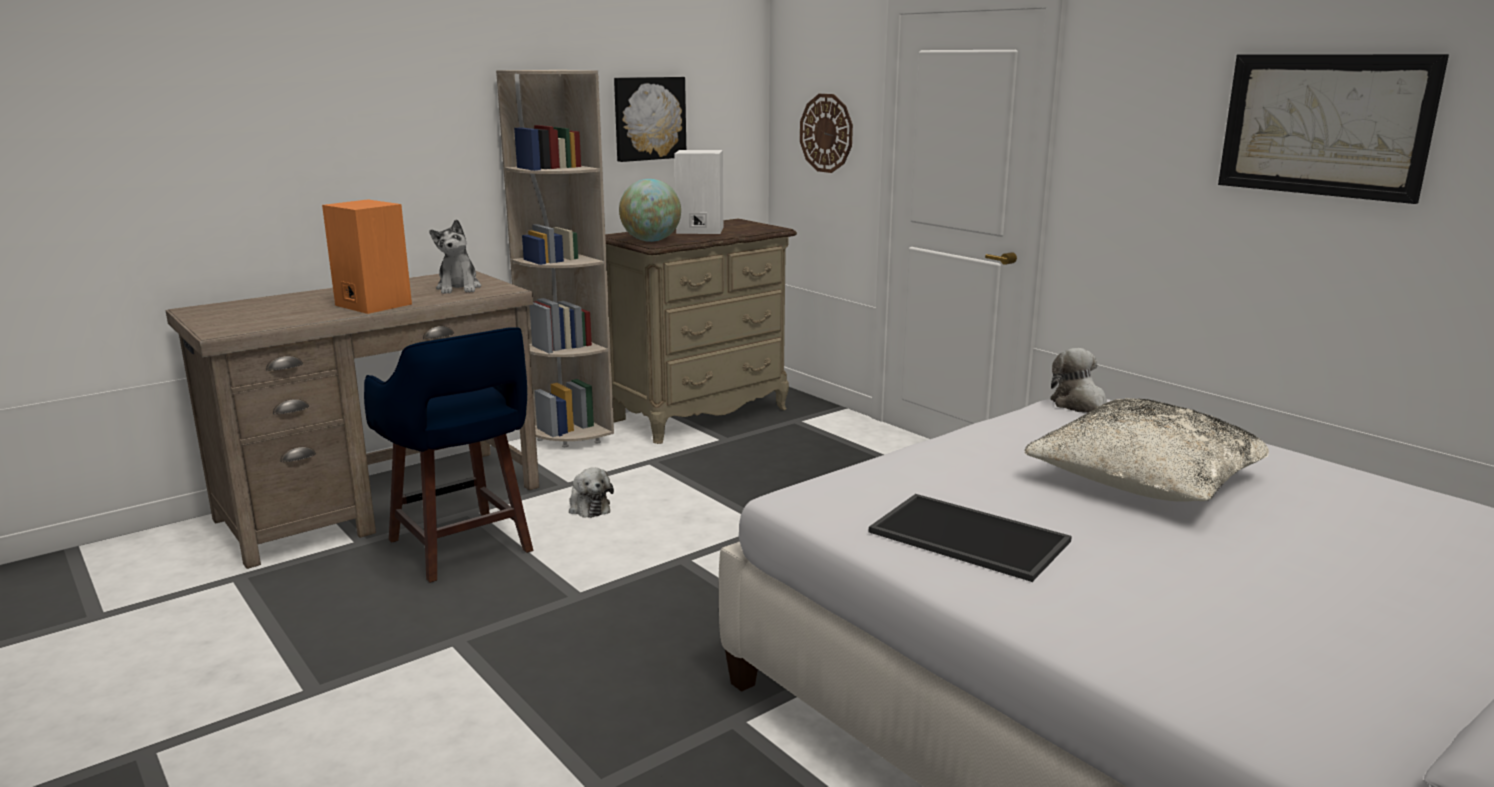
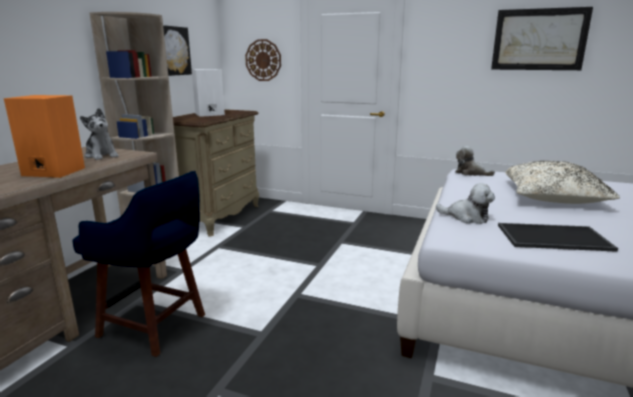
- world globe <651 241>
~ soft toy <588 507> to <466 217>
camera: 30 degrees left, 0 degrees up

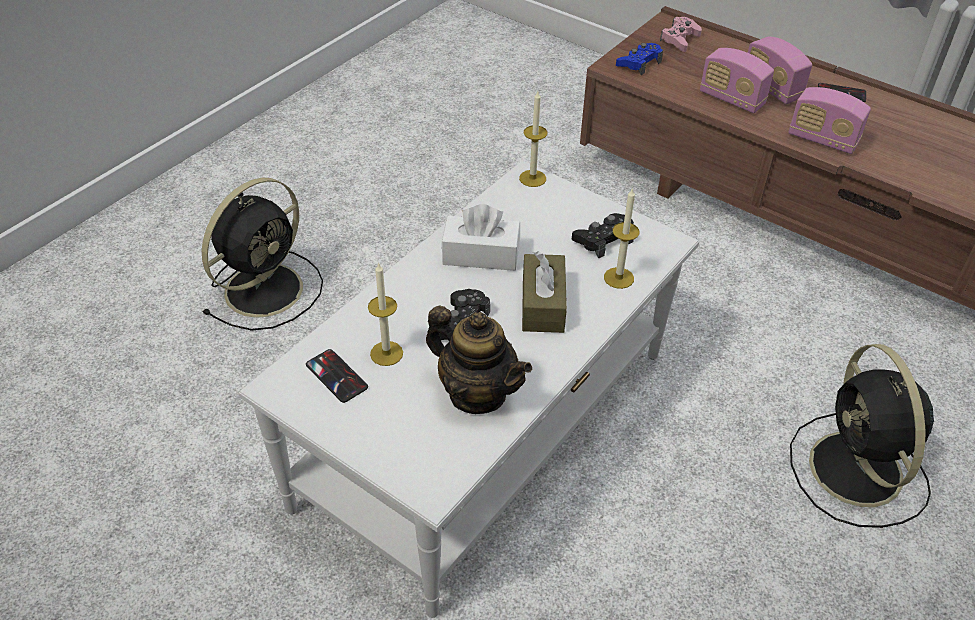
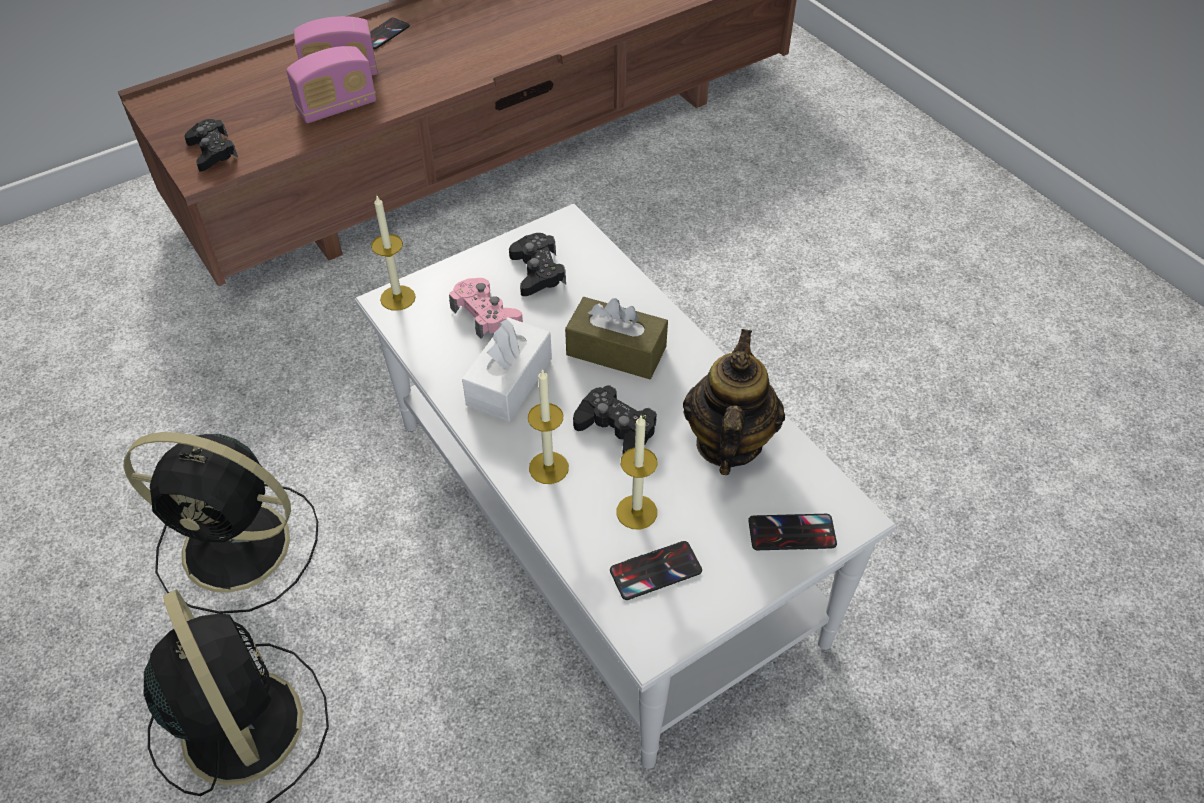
~ pink-coloured gamepad <679 39> to <485 314>
~ blue-coloured gamepad <639 63> to black gamepad <212 151>
- radio receiver <822 140>
~ candle <618 278> to <548 468>
~ pot for tea <477 393> = <727 443> 45 degrees counterclockwise
~ black fan <857 472> to <241 547>
+ handset <792 533>
camera: 70 degrees left, 5 degrees up

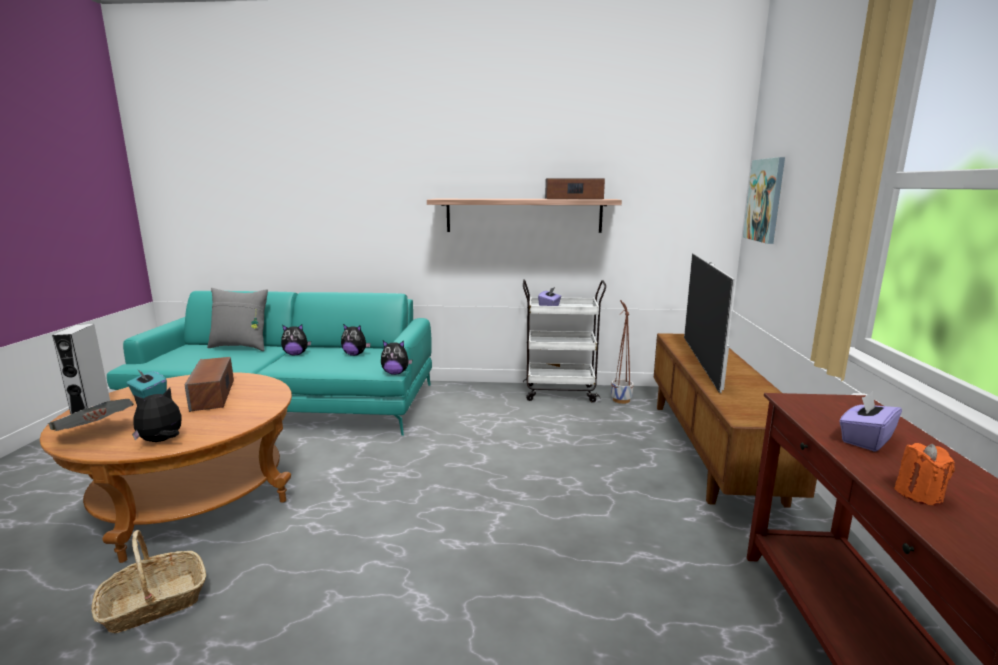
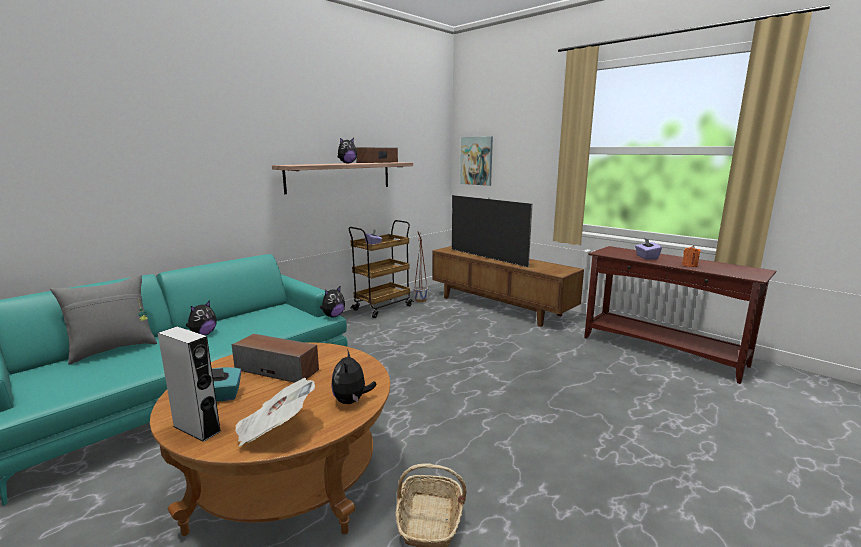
~ white-coloured wheeled cart <560 393> to brown wheeled cart <383 308>
~ soft toy <355 354> to <347 163>
camera: 50 degrees left, 0 degrees up

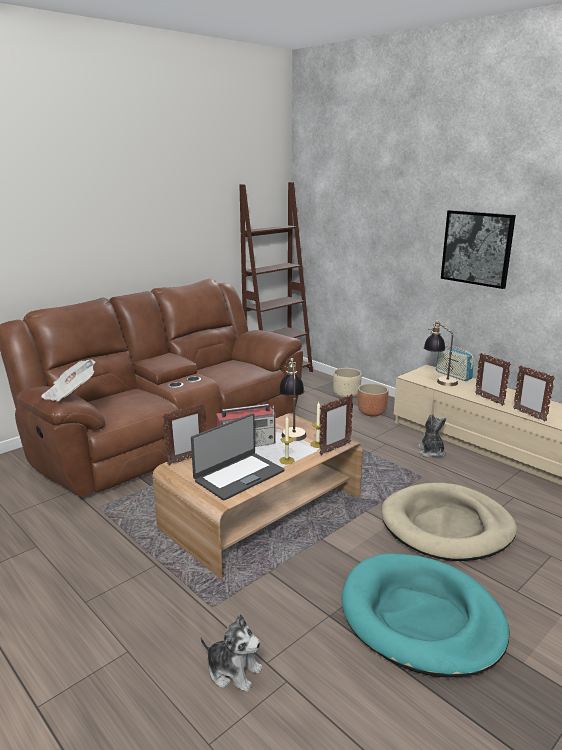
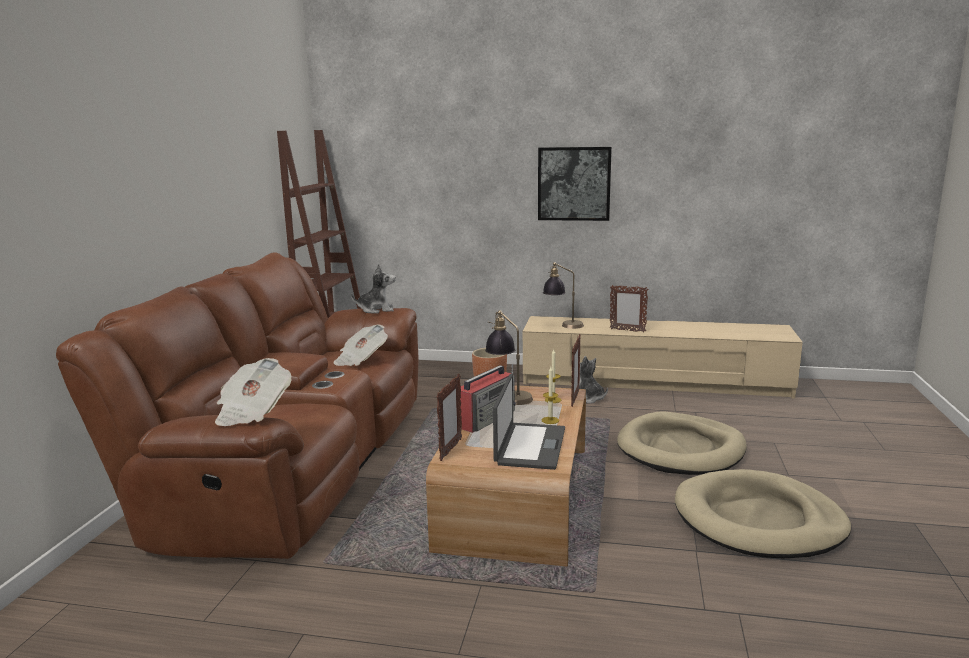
- radio receiver <453 375>
- standing frame <529 415>
- beige-coloured planter <346 395>
~ blue-green dog bed <421 618> to beige-coloured dog bed <758 520>
~ soft toy <233 671> to <376 310>
+ newspaper <361 360>
camera: 35 degrees left, 5 degrees down

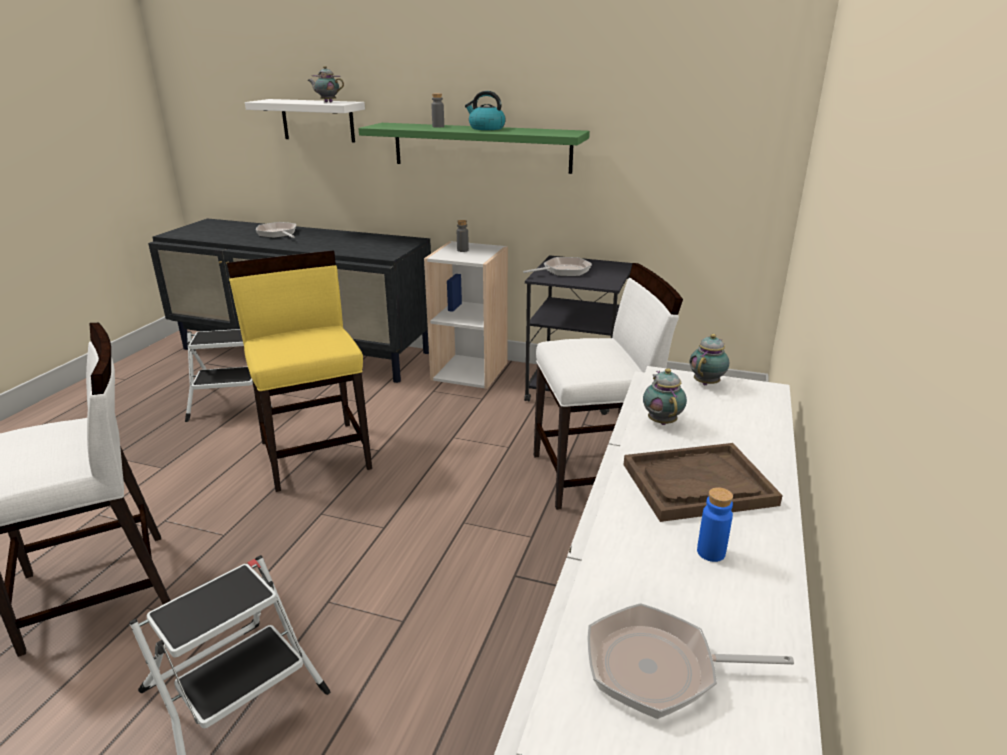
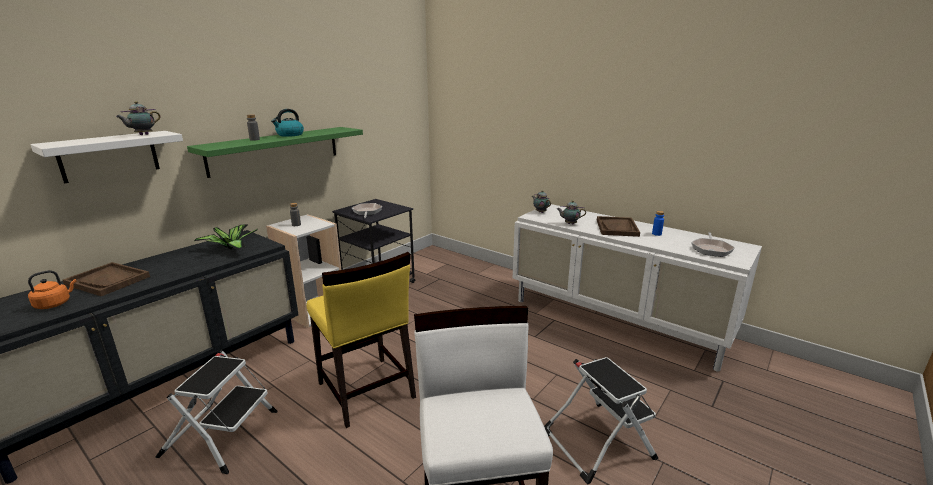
~ pan <278 234> to brown carrying tray <108 280>
~ yellow-coloured upright chair <316 454> = <366 391> 120 degrees counterclockwise
- white-coloured upright chair <595 475>
+ houseplant <230 248>
+ orangey kettle <55 304>
camera: 70 degrees left, 5 degrees down

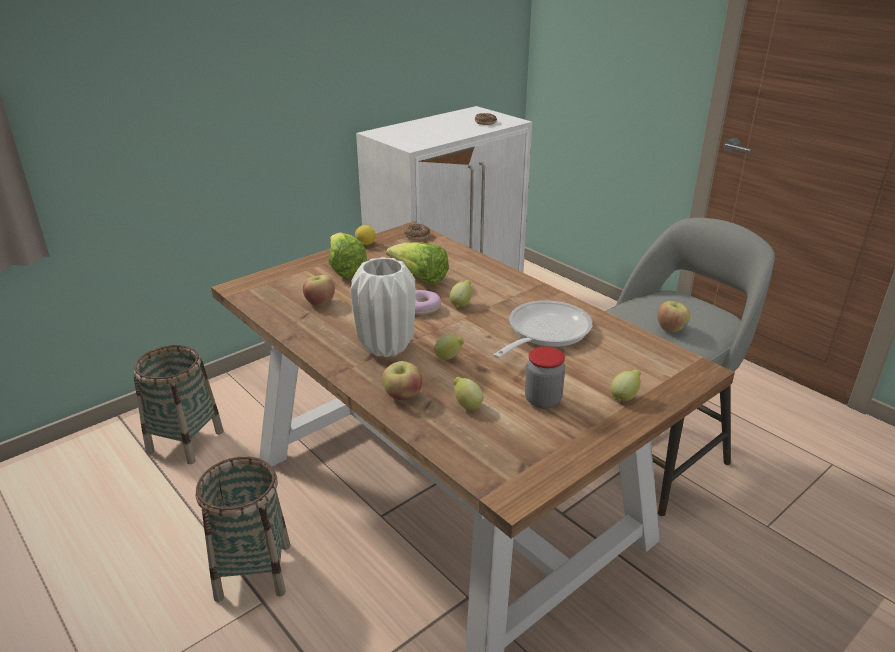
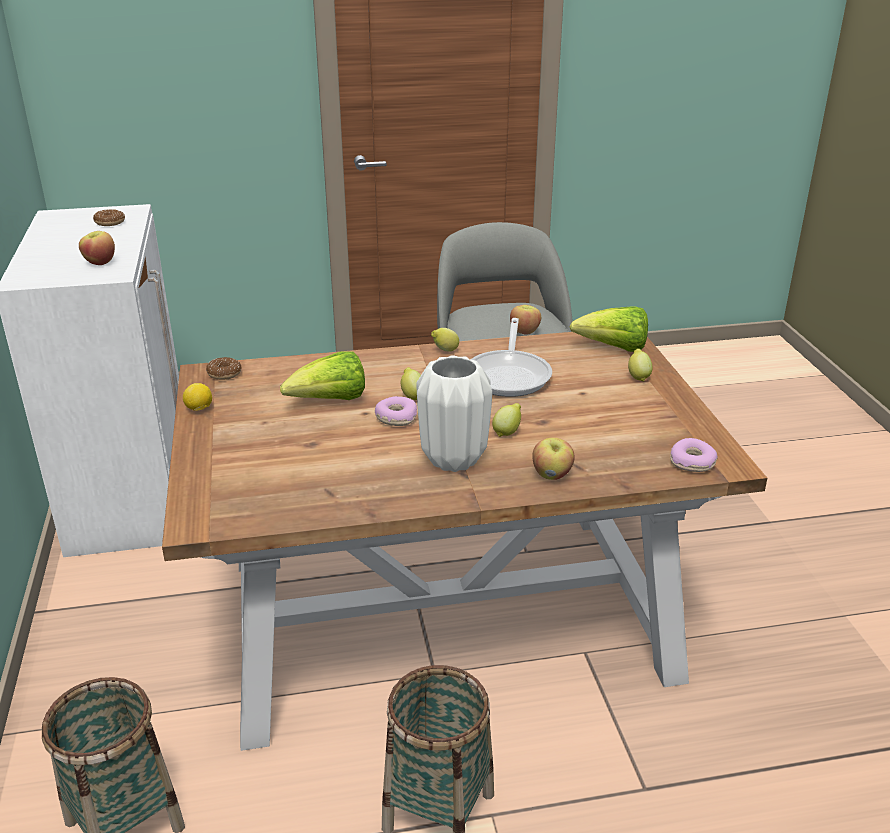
~ head of lettuce <346 270> to <613 348>
~ apple fruit <320 302> to <99 262>
~ pan <544 333> = <509 375> 150 degrees counterclockwise
- jar <543 400>
~ whole lemon <467 405> to <445 351>
+ ring doughnut <692 462>
camera: 60 degrees left, 0 degrees up

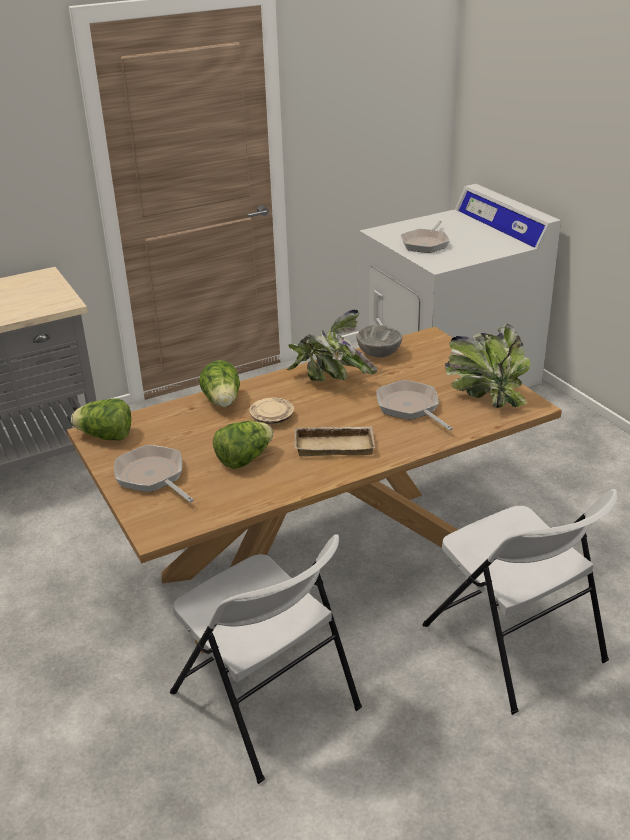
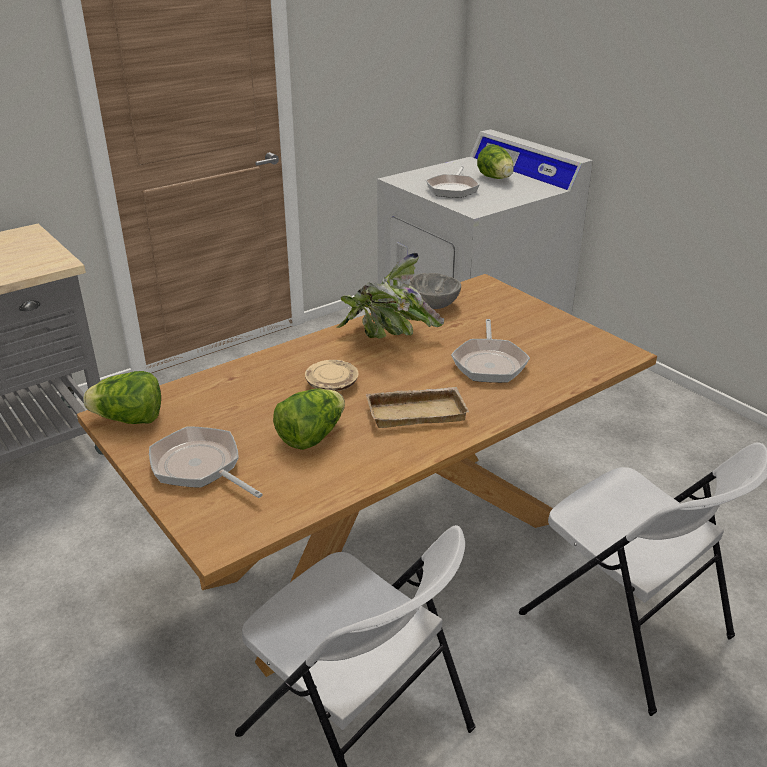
- houseplant <485 396>
~ head of lettuce <223 402> to <496 178>
~ pan <410 408> = <489 363> 135 degrees counterclockwise
camera: 10 degrees left, 0 degrees up

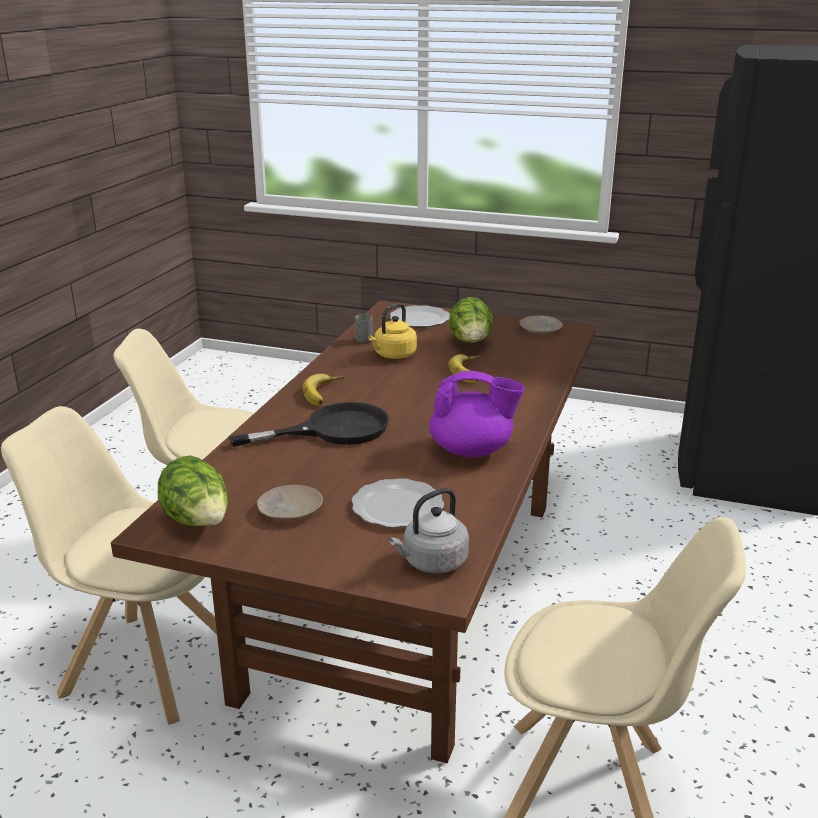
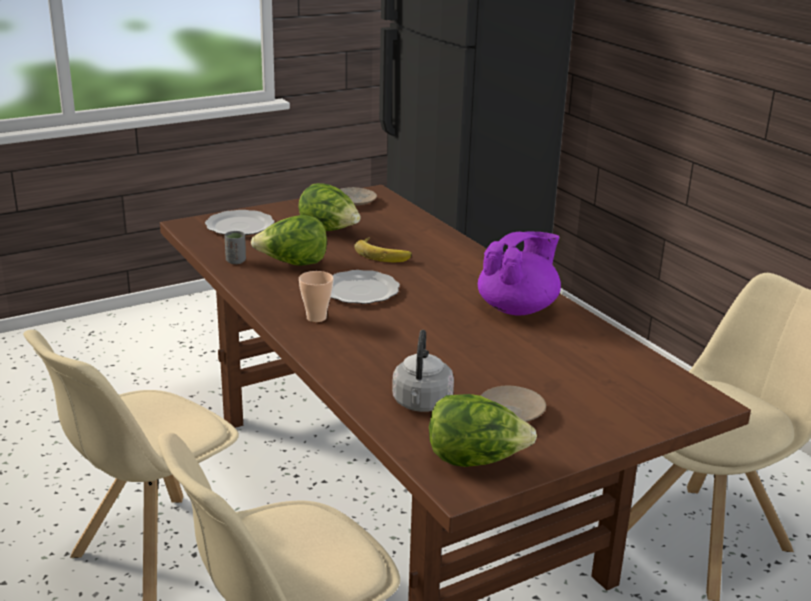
~ yellow-coloured kettle <393 355> to head of lettuce <293 264>
~ whole banana <325 394> to drinking cup <316 318>
- black pan <332 430>
~ dinner plate <398 507> to <361 290>
~ greyish kettle <432 563> to <421 404>
camera: 50 degrees left, 0 degrees up

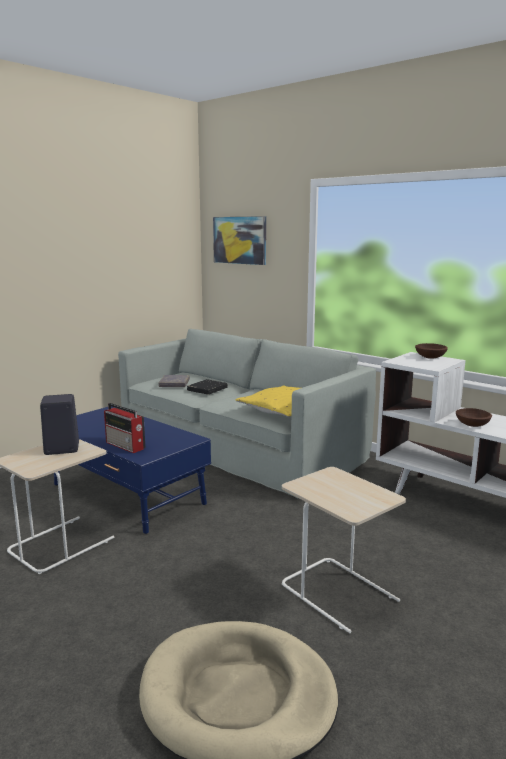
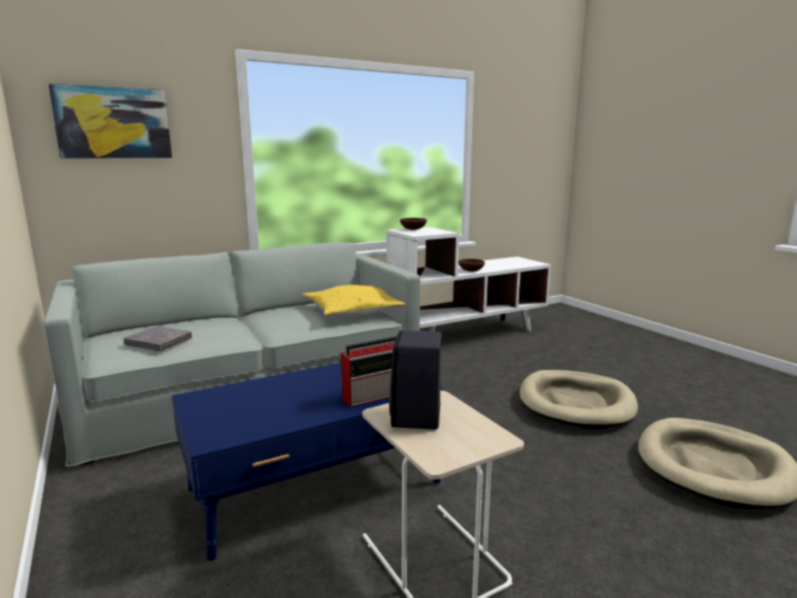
- black book <207 389>
~ beige-coloured side table <339 593> to beige-coloured dog bed <576 403>
camera: 70 degrees left, 0 degrees up

